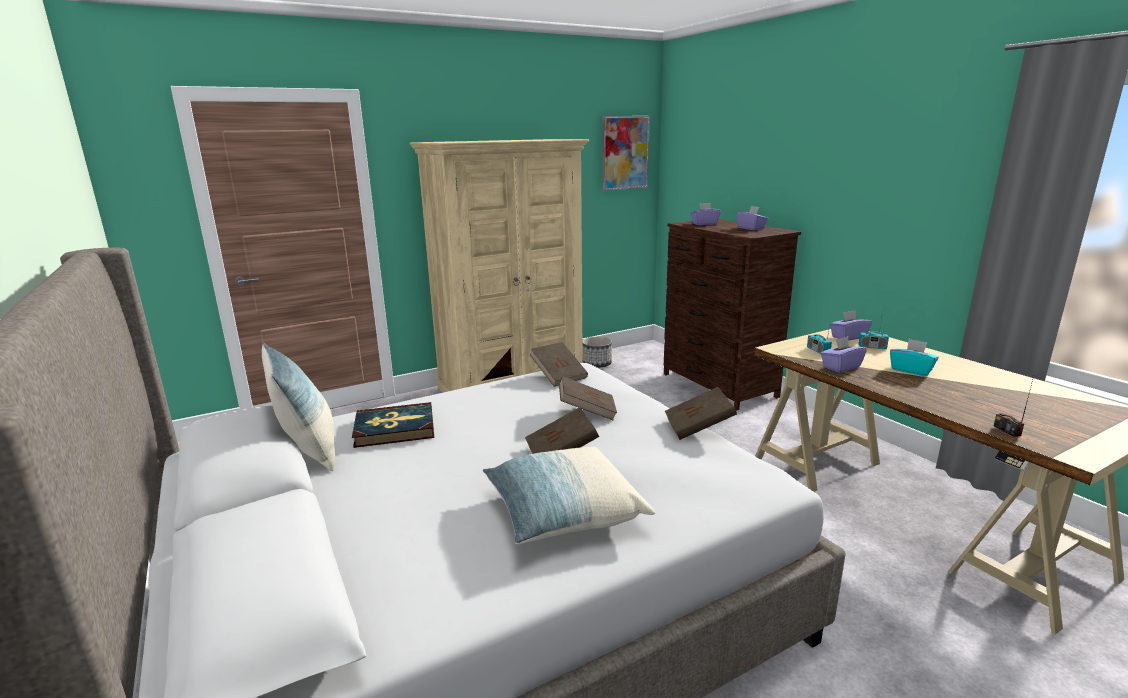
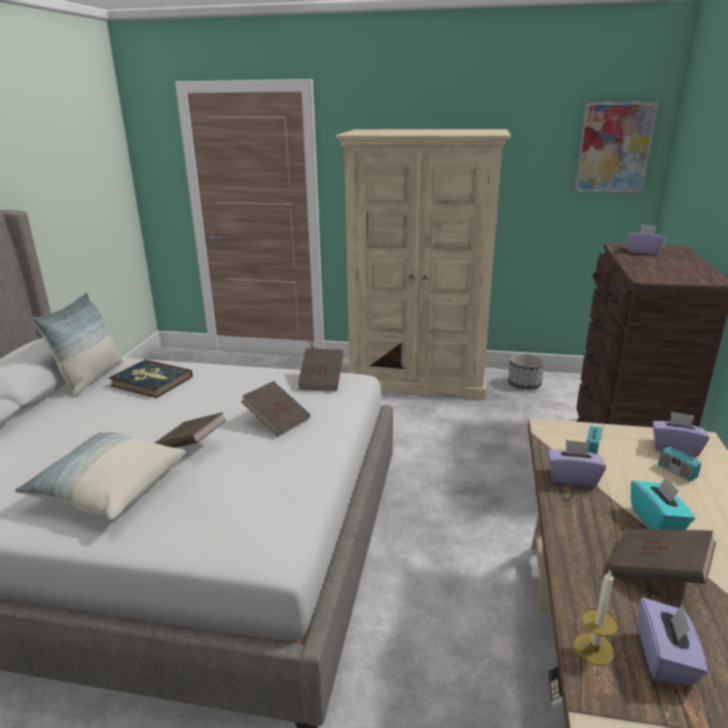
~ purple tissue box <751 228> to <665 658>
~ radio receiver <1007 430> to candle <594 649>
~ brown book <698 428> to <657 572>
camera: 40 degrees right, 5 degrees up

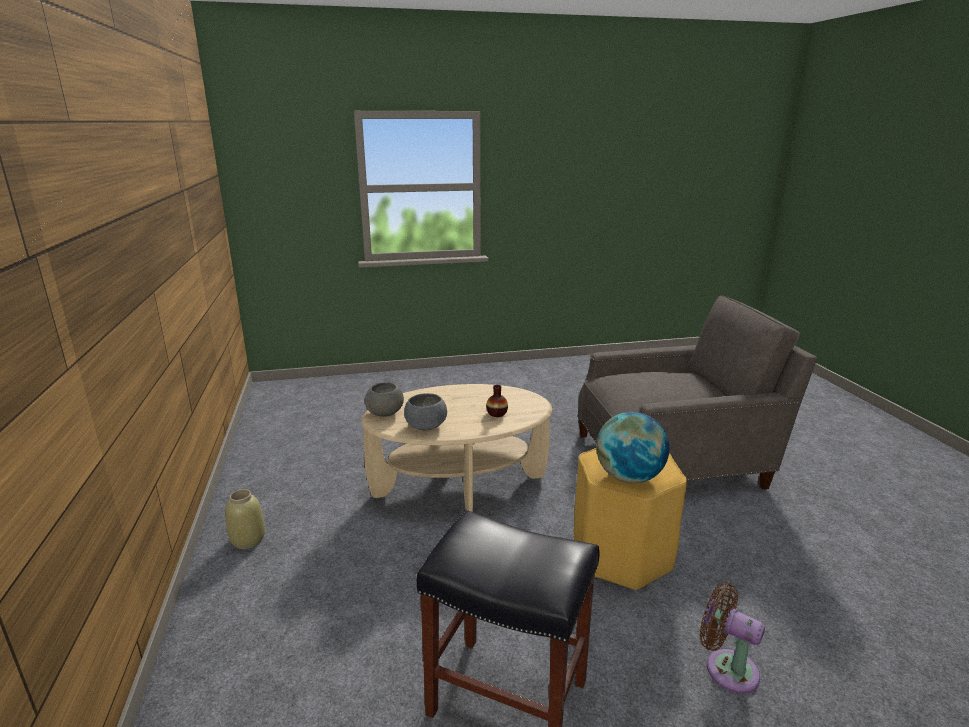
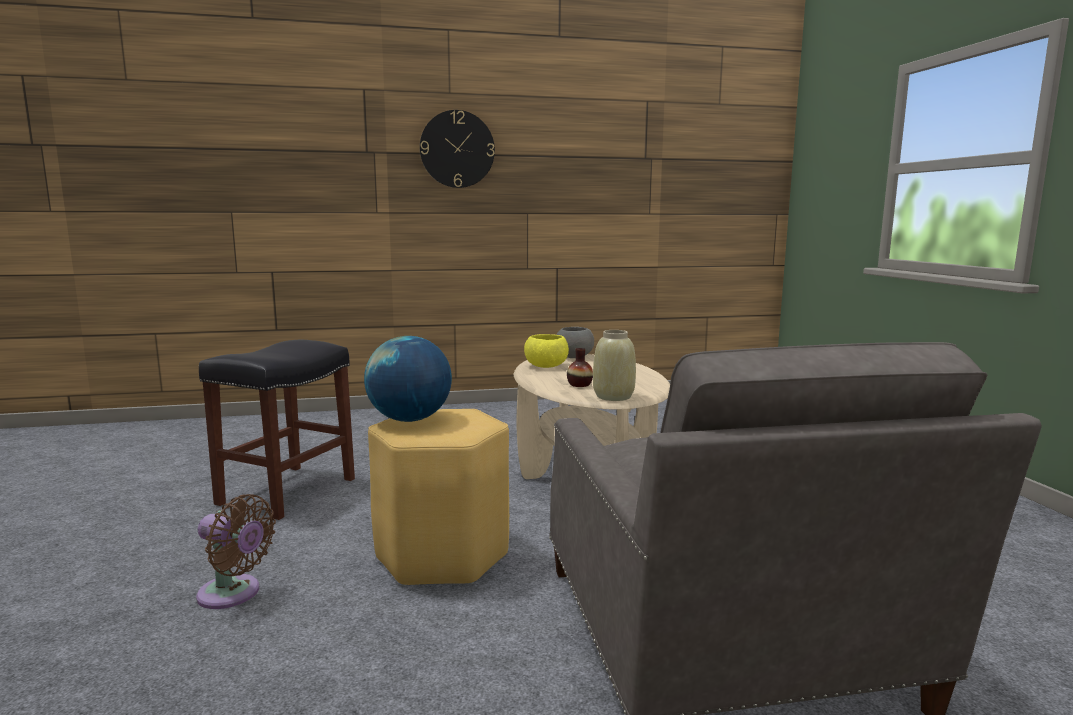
~ greyish deep dish <426 426> to yellow-coloured deep dish <546 366>
~ beige-coloured flower vase <247 540> to <613 396>
~ brown fan <726 668> = <233 594> 75 degrees clockwise
+ clock on the wall <457 149>
camera: 90 degrees right, 10 degrees down

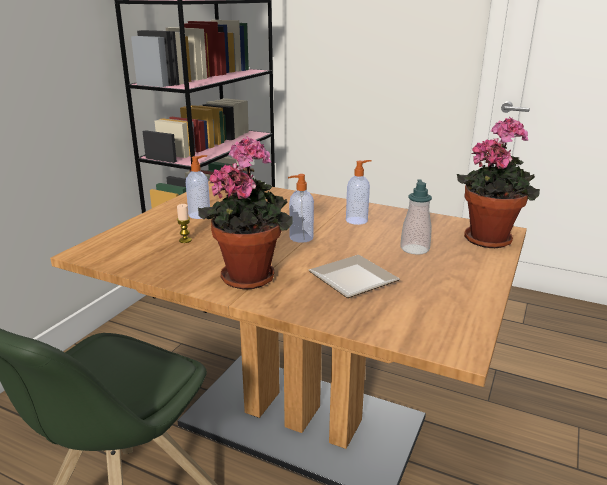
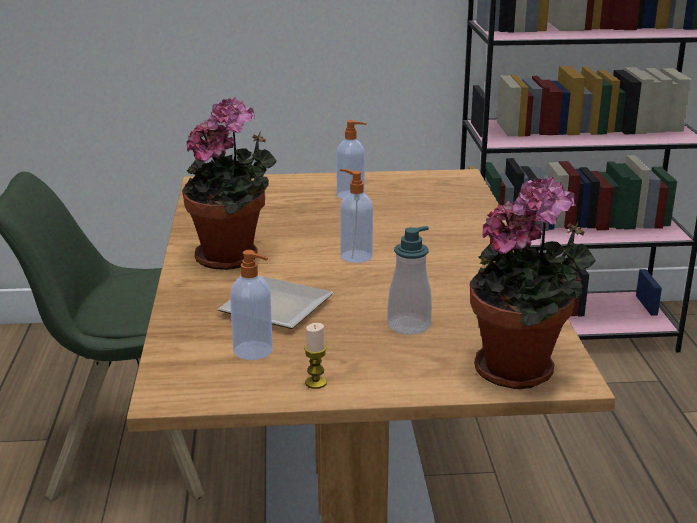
~ soap bottle <357 220> to <254 351>
~ candle <185 240> to <315 383>
camera: 60 degrees right, 0 degrees up

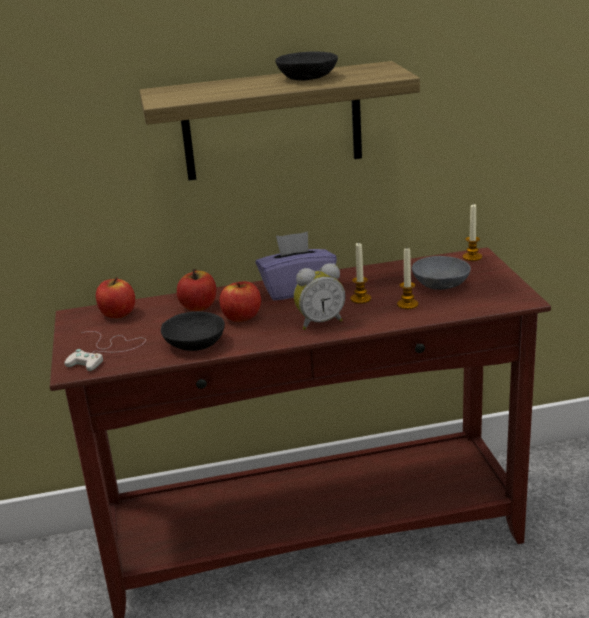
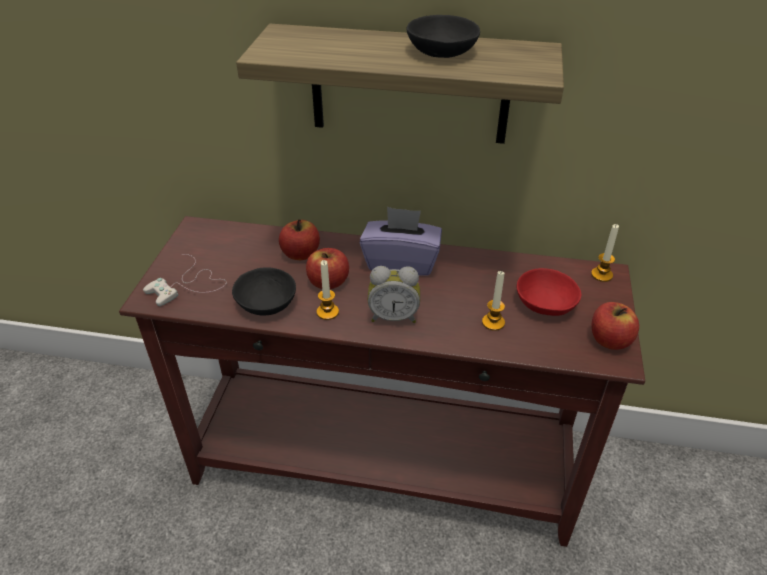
~ candle <360 299> to <327 312>
~ greyish deep dish <442 283> to reddish deep dish <547 303>
~ apple fruit <118 314> to <609 340>
camera: 20 degrees right, 15 degrees up

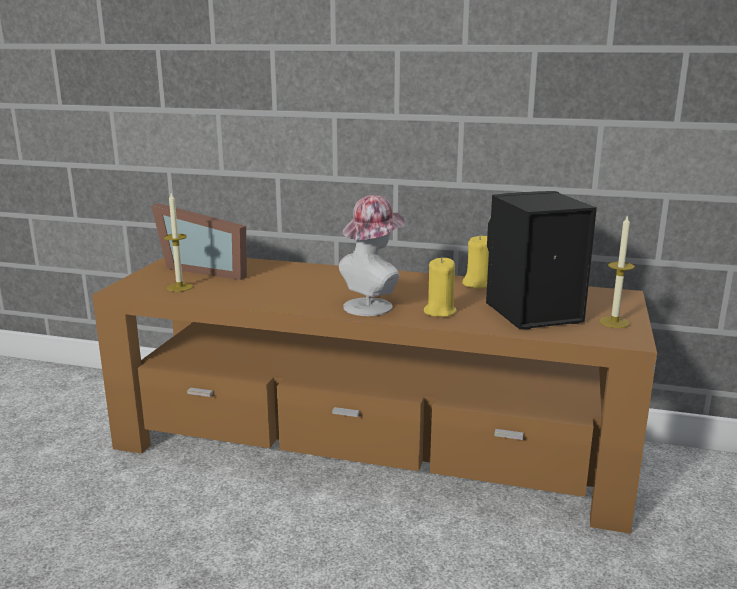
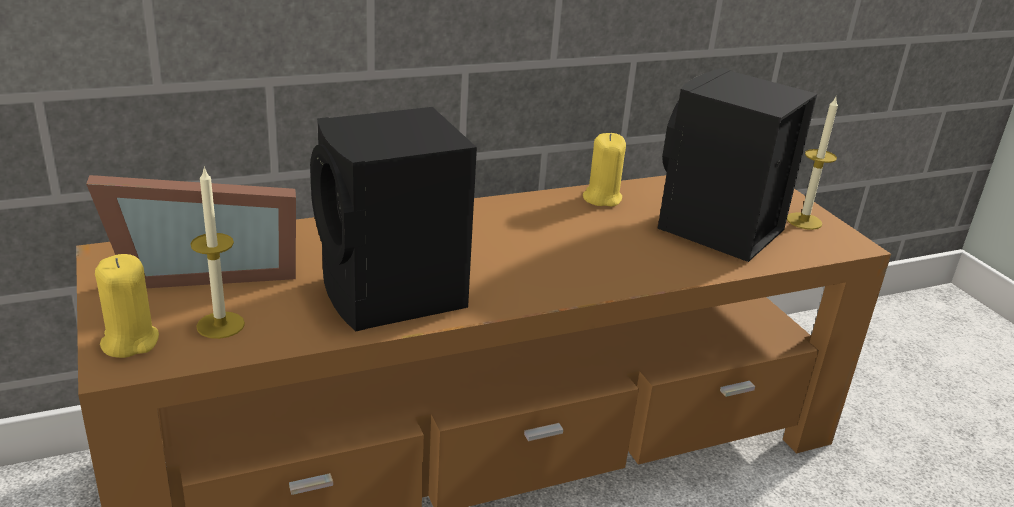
- clothing hat <372 305>
~ yellow-coloured candle <439 311> to <129 341>
+ black speaker <393 296>
camera: 40 degrees left, 10 degrees up

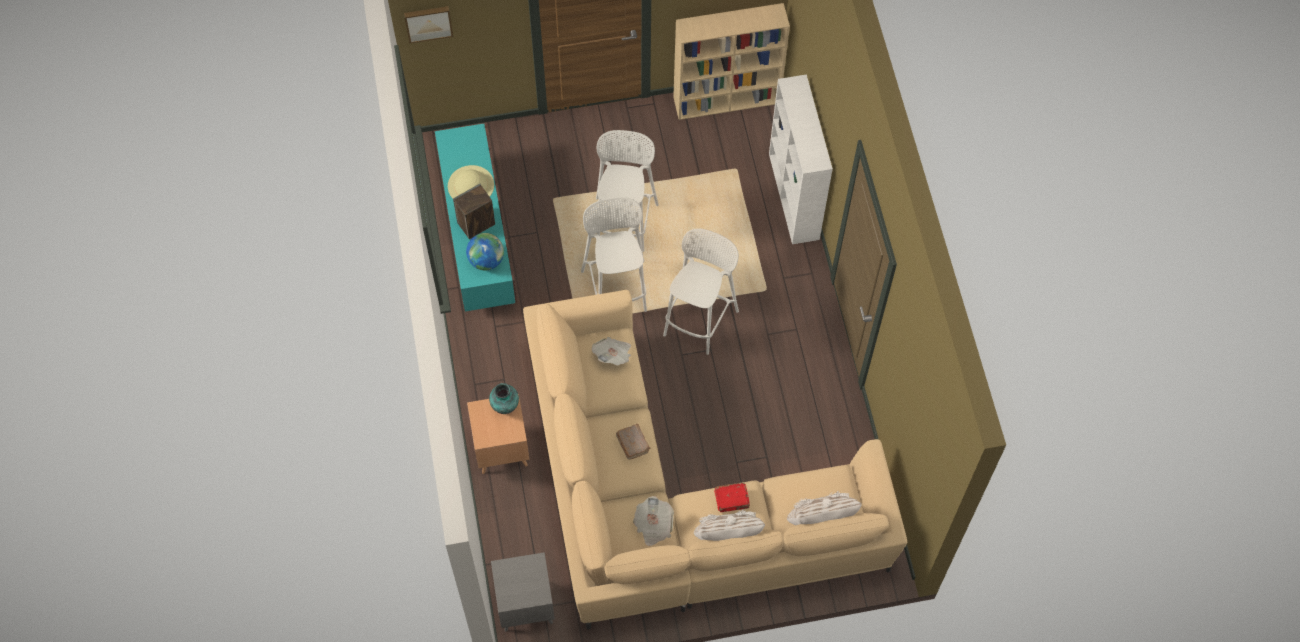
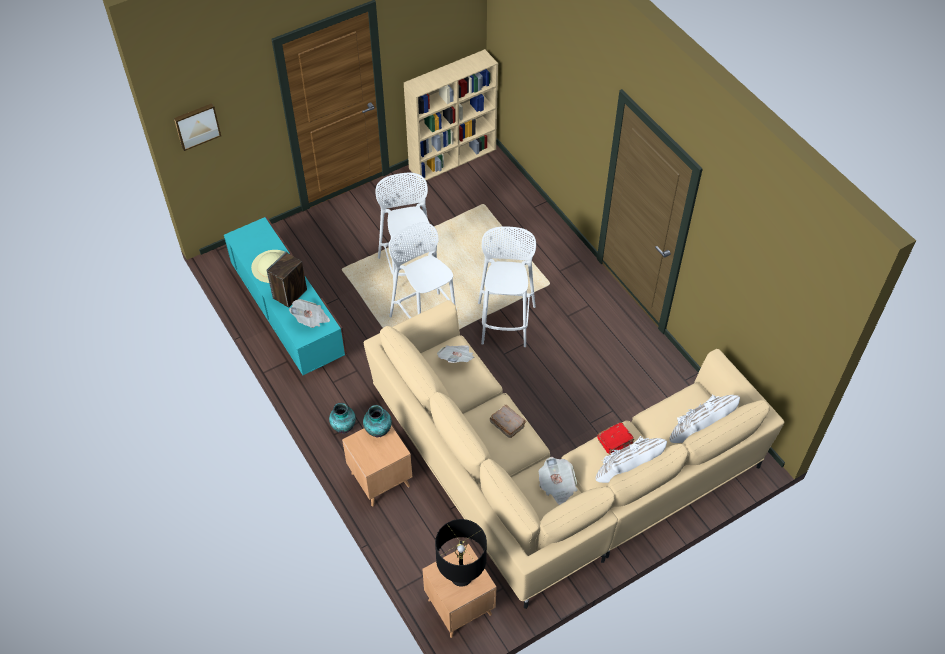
- white-coloured shelving unit <794 197>
~ world globe <486 260> to newspaper <311 319>
~ greyish side table <525 605> to brown side table <459 607>
+ flower vase <343 427>
+ black tabletop lamp <461 577>
camera: 20 degrees left, 10 degrees down

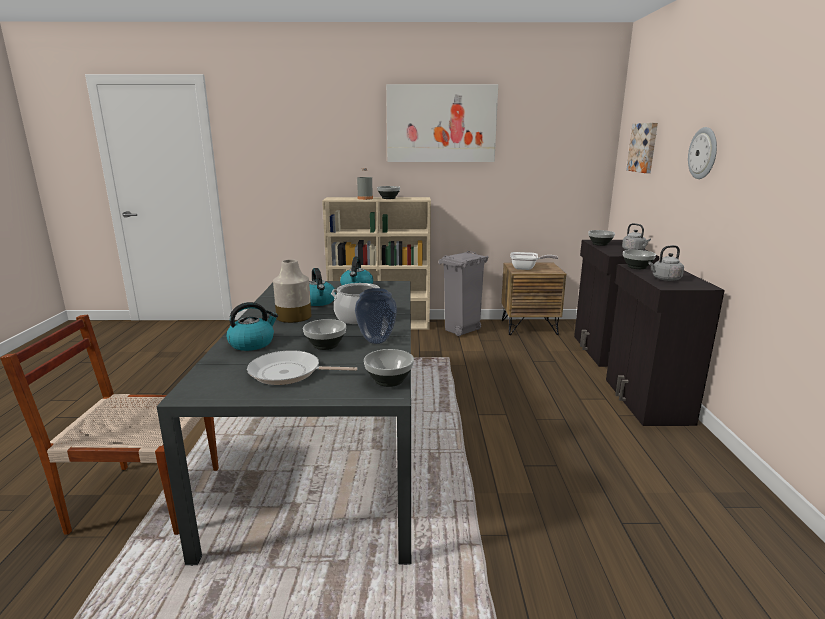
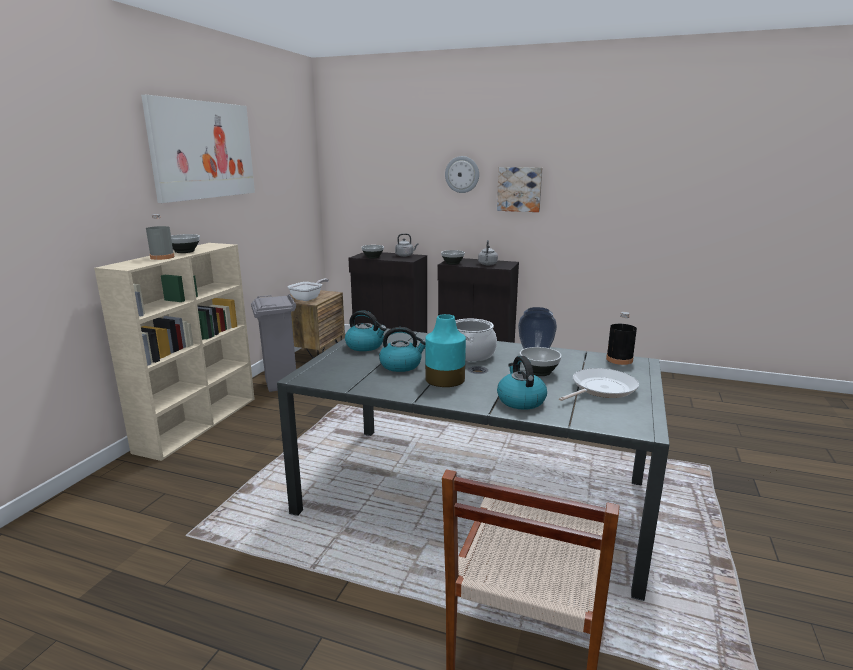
~ wall art <644 147> to <519 189>
~ beige-coloured flower vase <294 316> to blue-green flower vase <445 378>
~ deep dish <388 380> to black drink bottle <619 360>
~ pan <289 373> = <601 389> 150 degrees counterclockwise
camera: 70 degrees left, 0 degrees up

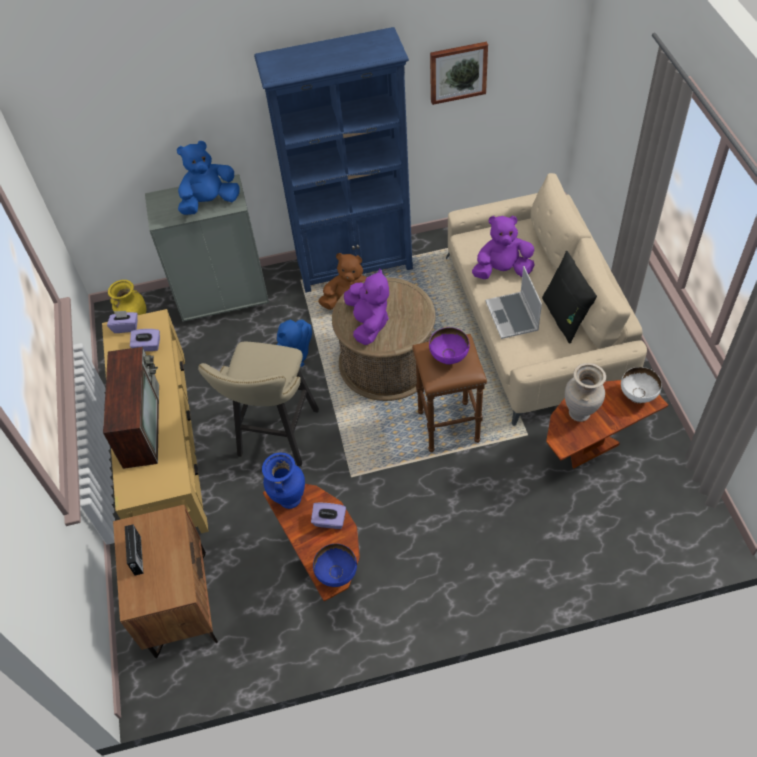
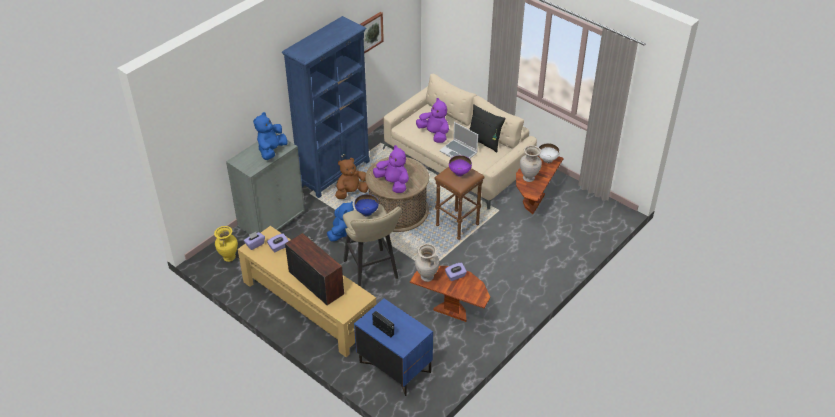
~ purple soft toy <502 271> = <434 134> 90 degrees clockwise
~ blue-coloured flower vase <289 499> to beige-coloured flower vase <426 277>
~ brown night table <179 603> to blue-coloured night table <394 367>
~ blue-coloured deep dish <337 574> to <367 212>
camera: 40 degrees left, 10 degrees down

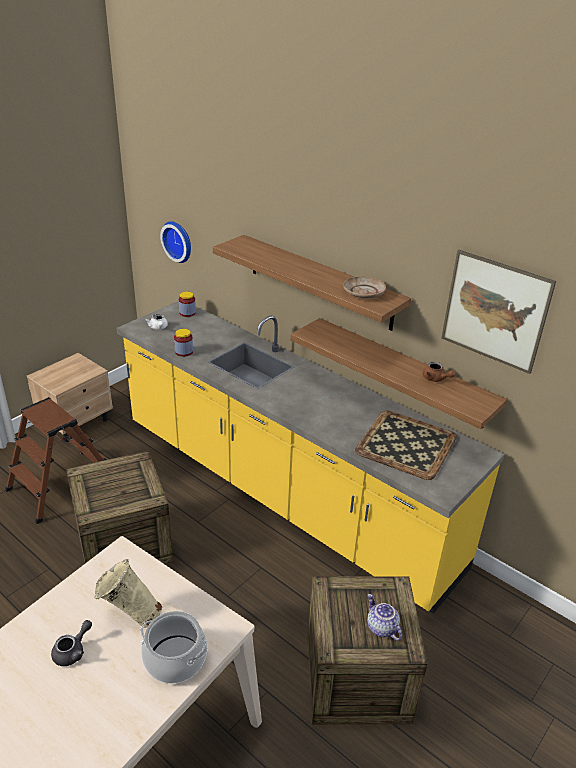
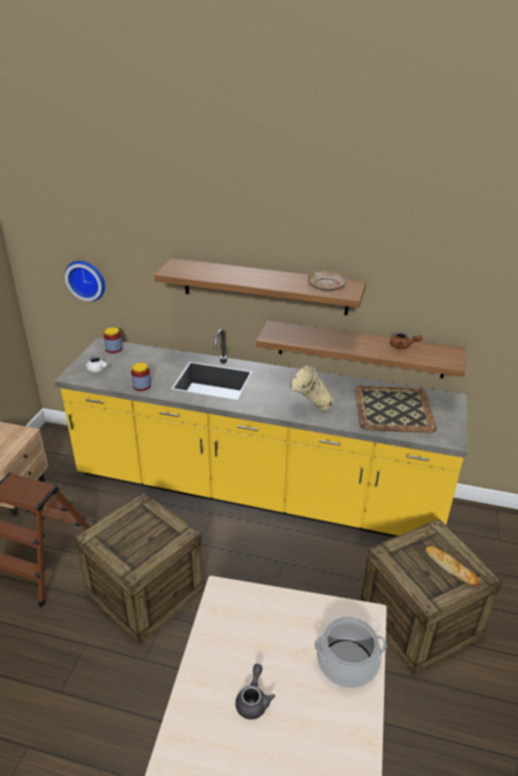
- wall art <495 311>
~ beige-coloured flower vase <130 617> to <310 409>
~ pot for tea <381 628> to baked bread <450 567>
camera: 25 degrees left, 0 degrees up

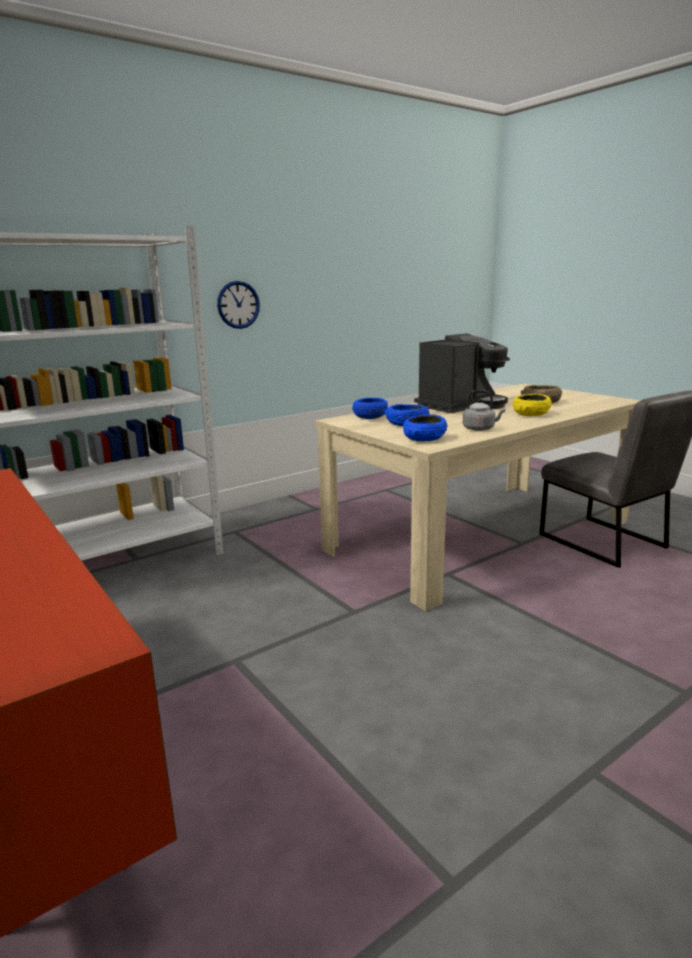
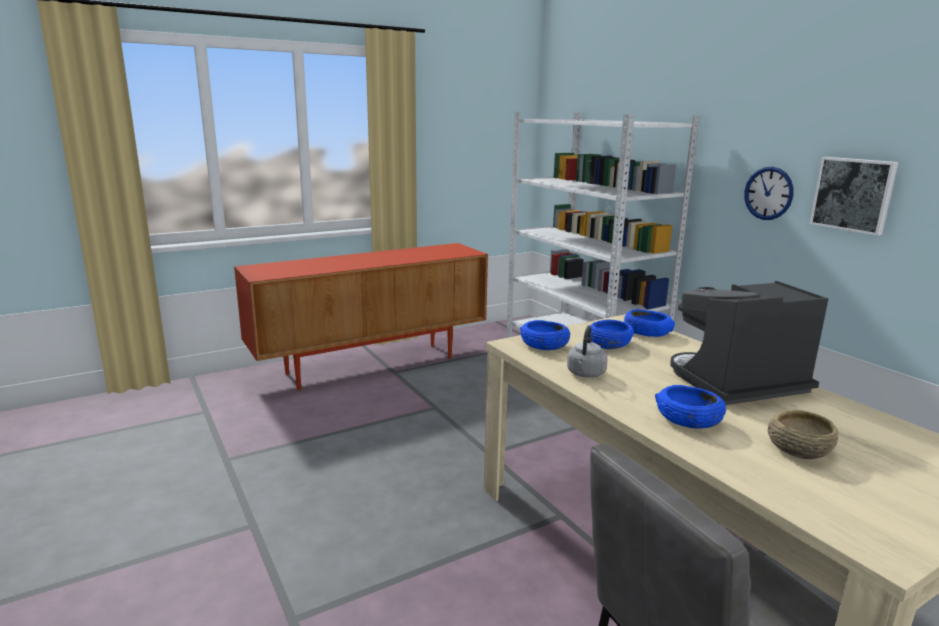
~ coffee maker <461 405> = <736 384> 105 degrees clockwise
~ yellow-coloured deep dish <531 414> to blue-coloured deep dish <687 420>
+ wall art <853 194>
camera: 95 degrees right, 0 degrees up

